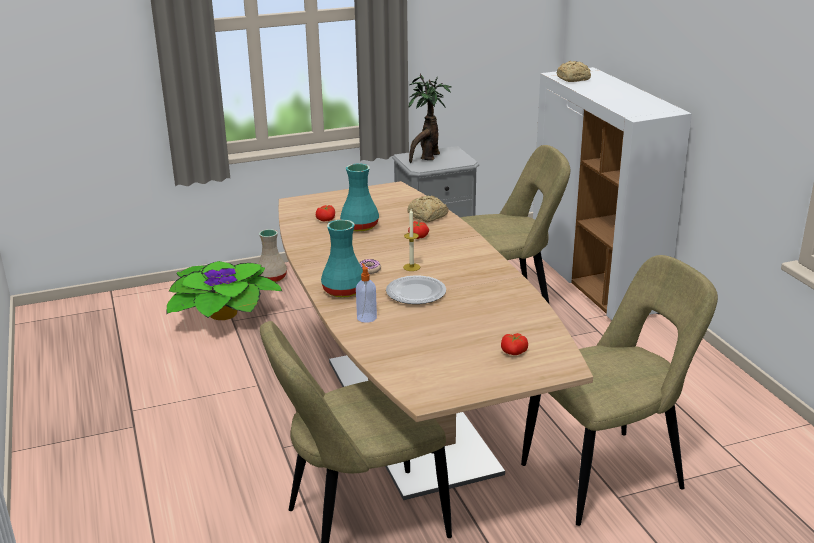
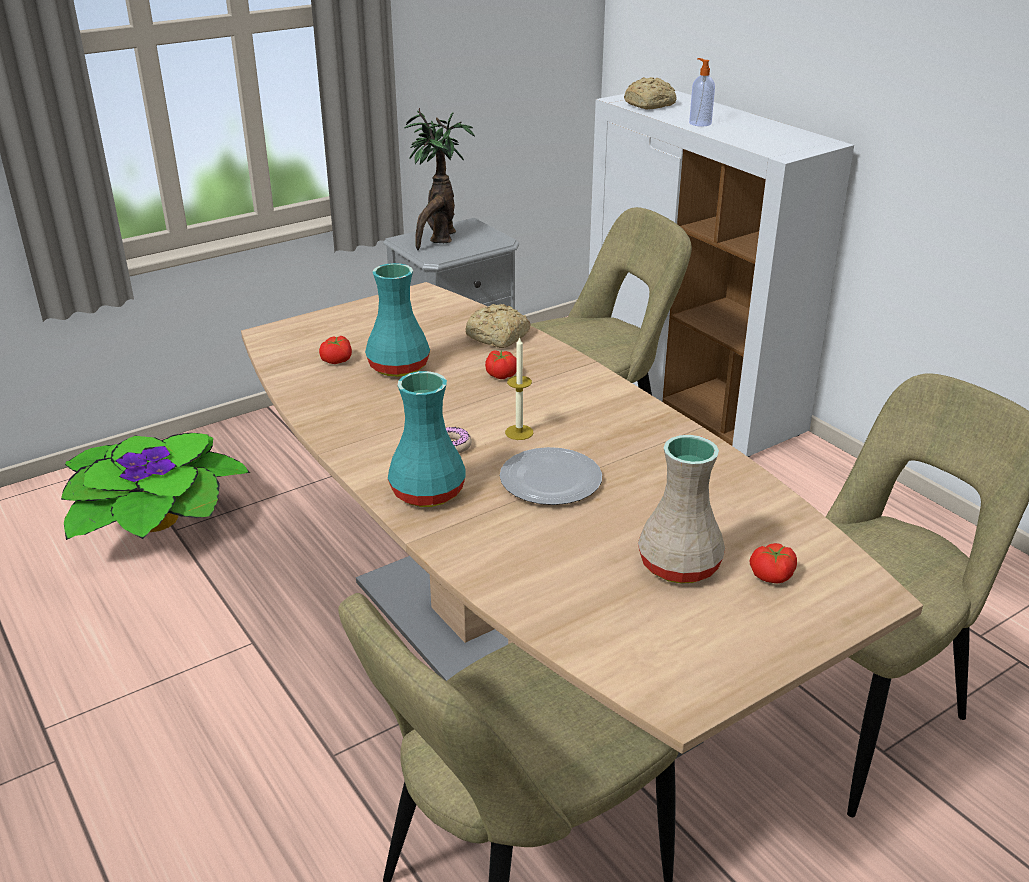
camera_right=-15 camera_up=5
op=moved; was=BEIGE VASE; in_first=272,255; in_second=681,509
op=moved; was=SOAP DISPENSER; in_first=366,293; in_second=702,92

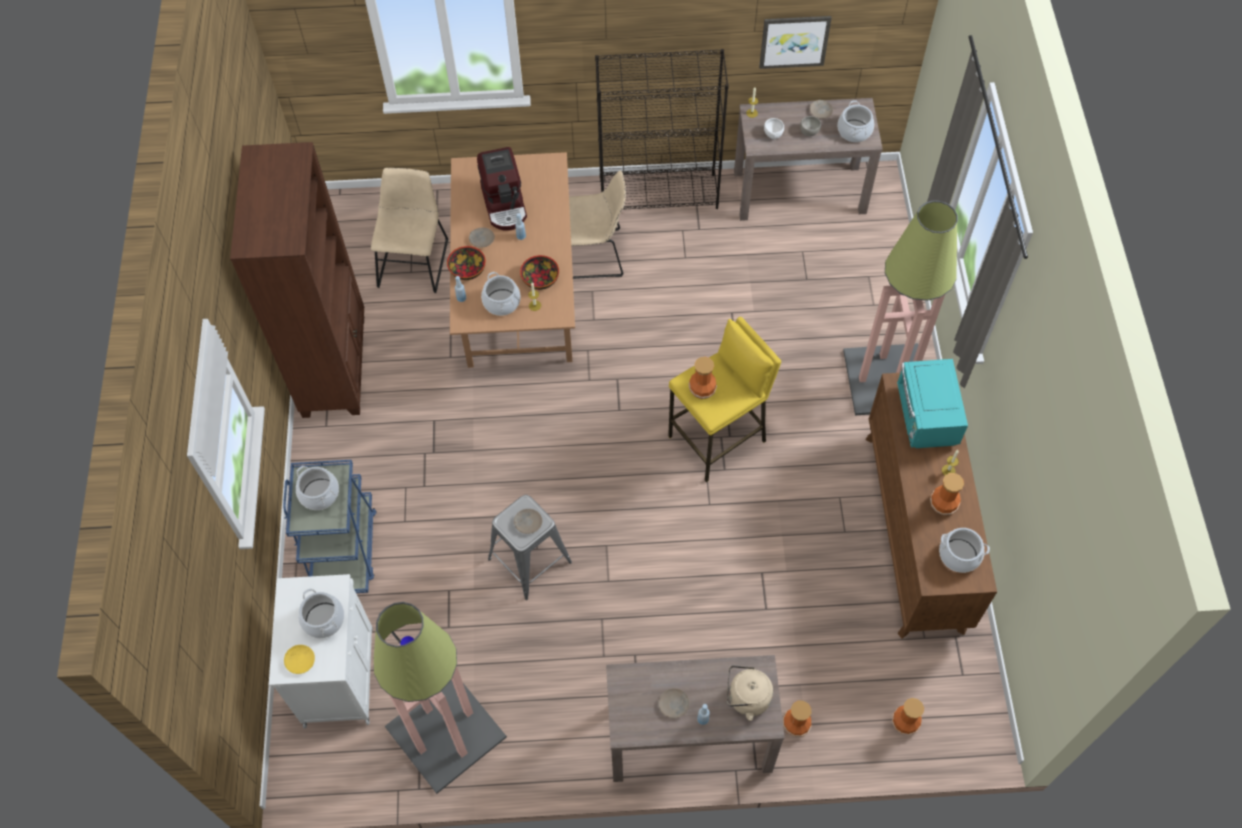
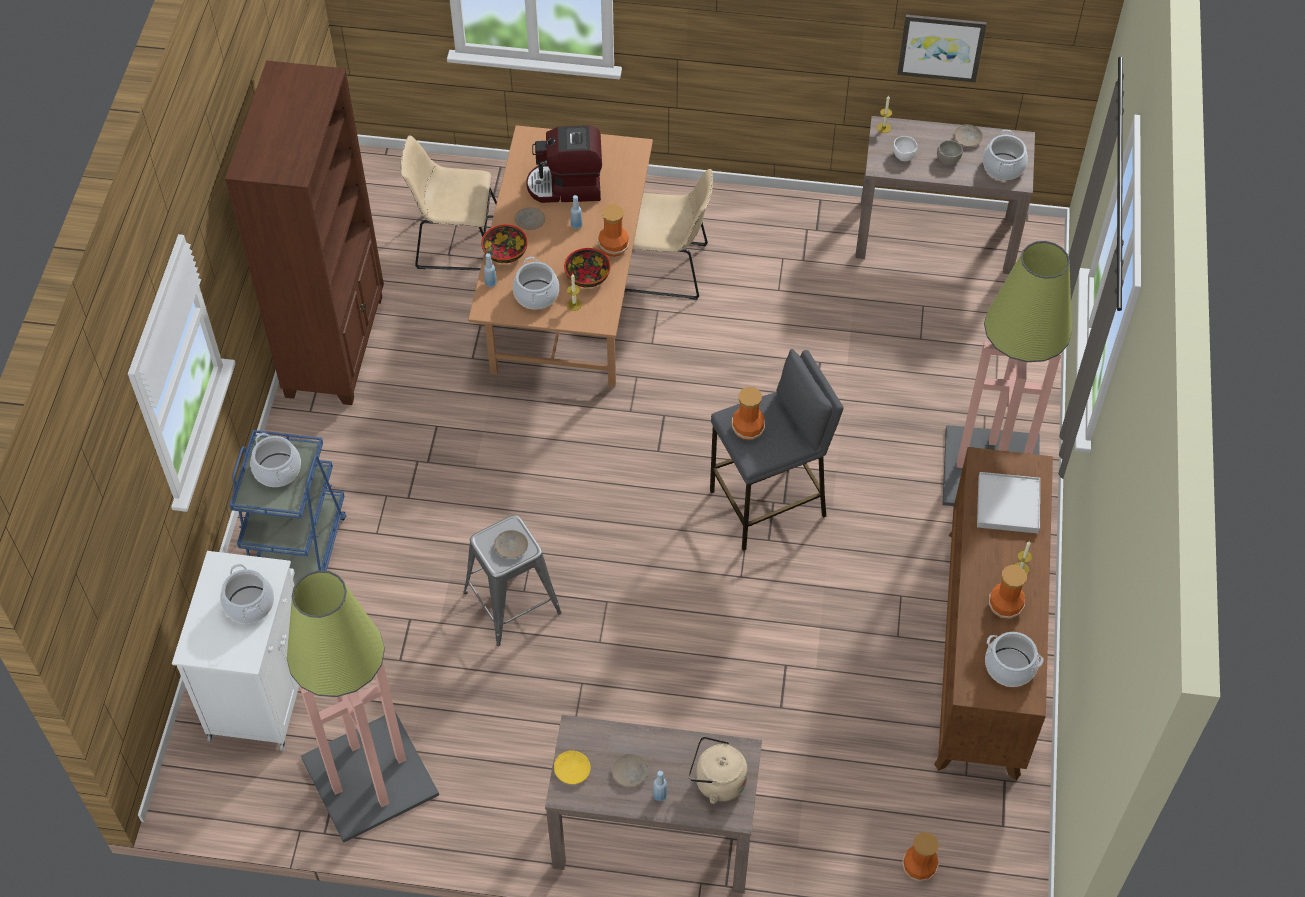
camera_right=10 camera_up=-5
op=turned; was=BEIGE CHAIR; in_first=409,230; in_second=449,203; clockwise=-105
op=turned; was=COFFEE MACHINE; in_first=502,189; in_second=564,164; clockwise=90
op=moved; was=YELLOW PLATE; in_first=299,659; in_second=572,767
op=moved; was=VASE; in_first=797,719; in_second=613,230
op=recoloured; was=YELLOW STOOL; now=GREY STOOL; in_first=724,399; in_second=777,450
op=replaced; was=TURQUOISE MICROWAVE; now=WHITE TRAY; in_first=932,403; in_second=1008,502
op=removed; was=BLACK BOOKCASE; in_first=662,129

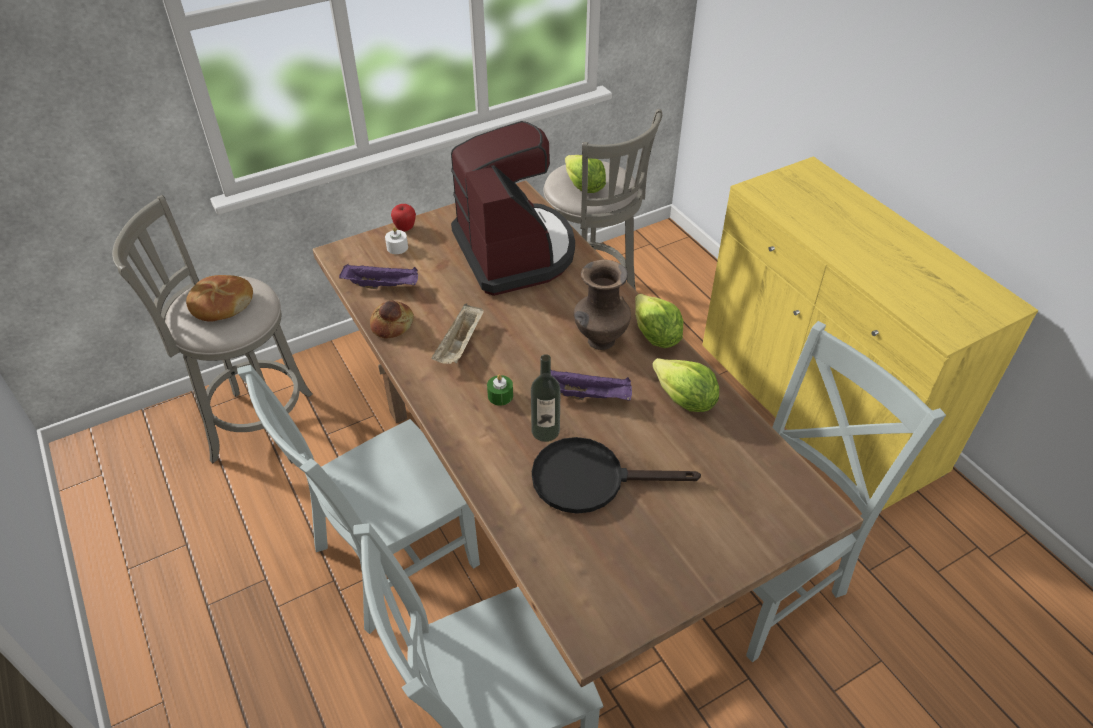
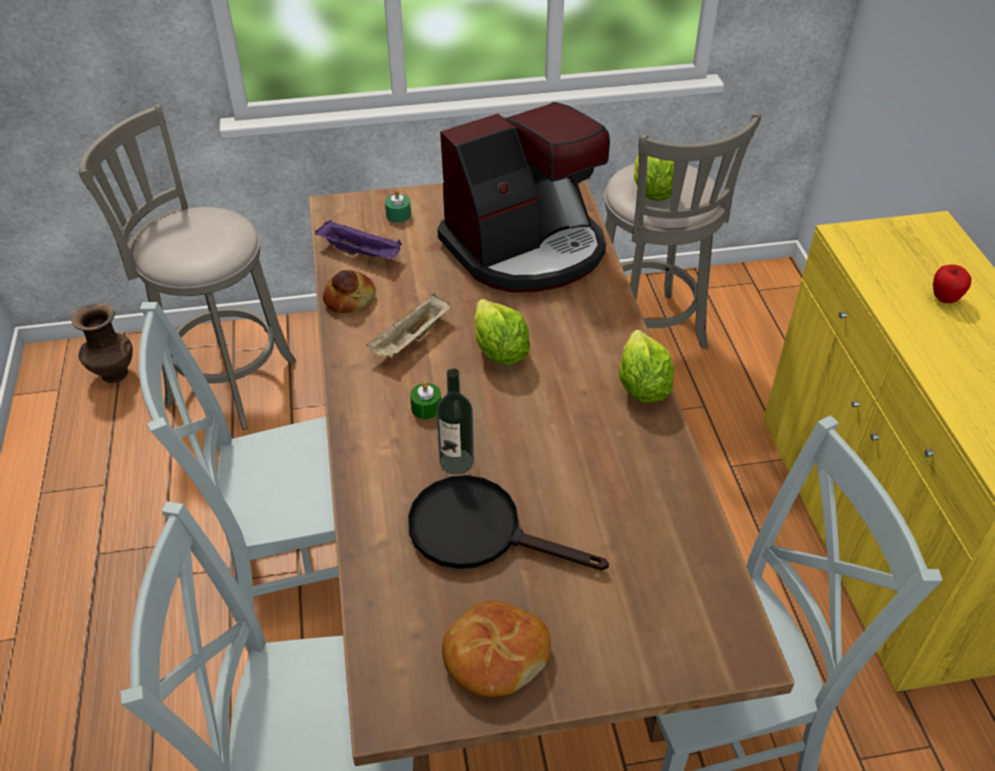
camera_right=20 camera_up=0
op=moved; was=BROWN VASE; in_first=602,304; in_second=102,343
op=recoloured; was=WHITE CANDLE; now=GREEN CANDLE; in_first=396,240; in_second=398,206
op=turned; was=COFFEE MACHINE; in_first=513,208; in_second=523,197; clockwise=60
op=moved; was=BREAD; in_first=219,298; in_second=496,649
op=moved; was=LETTUCE; in_first=685,385; in_second=502,332
op=moved; was=APPLE; in_first=403,218; in_second=952,283
op=removed; was=PURPLE TRAY; in_first=591,385

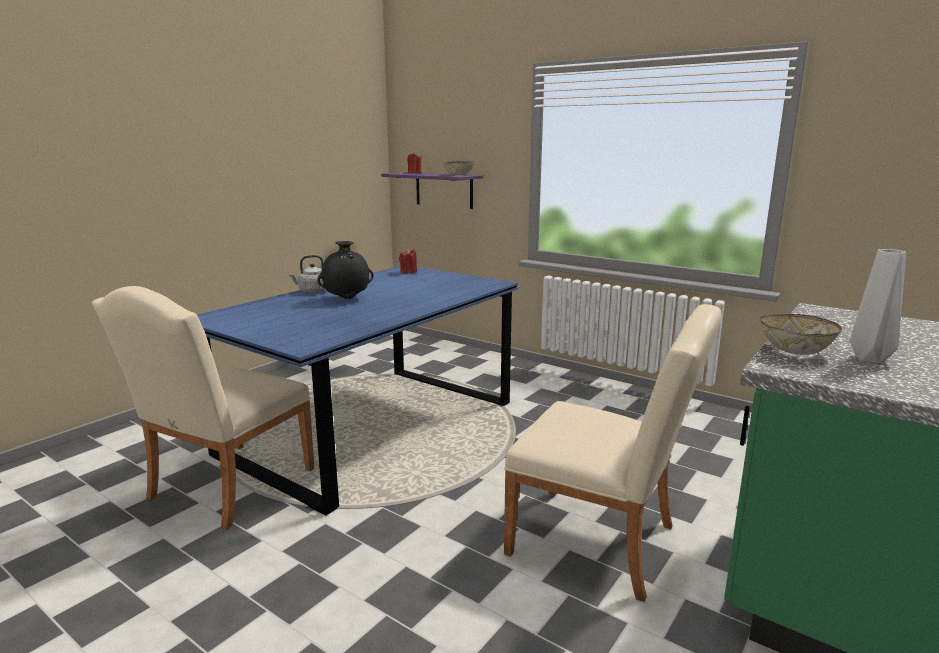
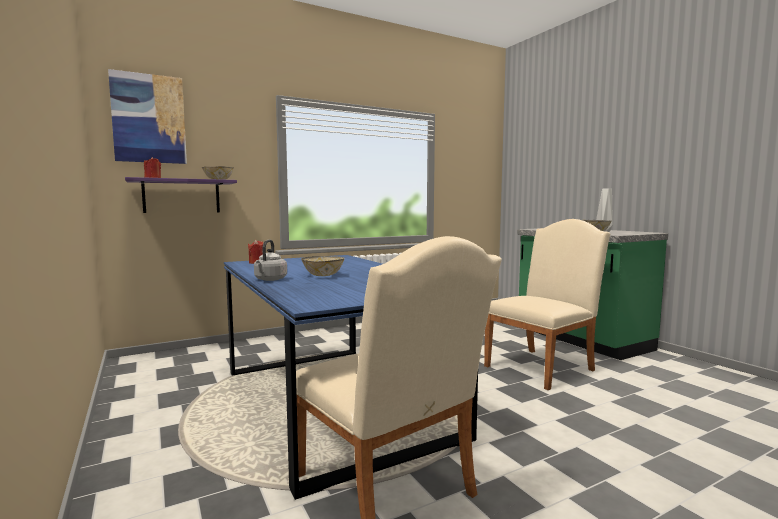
camera_right=-65 camera_up=-10
op=added; now=PICTURE; in_second=147,116
op=replaced; was=BLACK VASE; now=BOWL; in_first=345,270; in_second=322,266

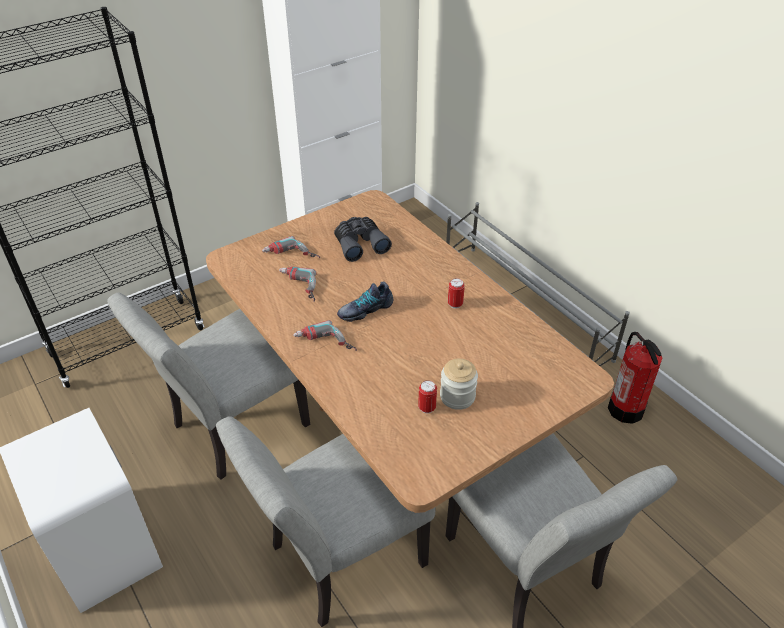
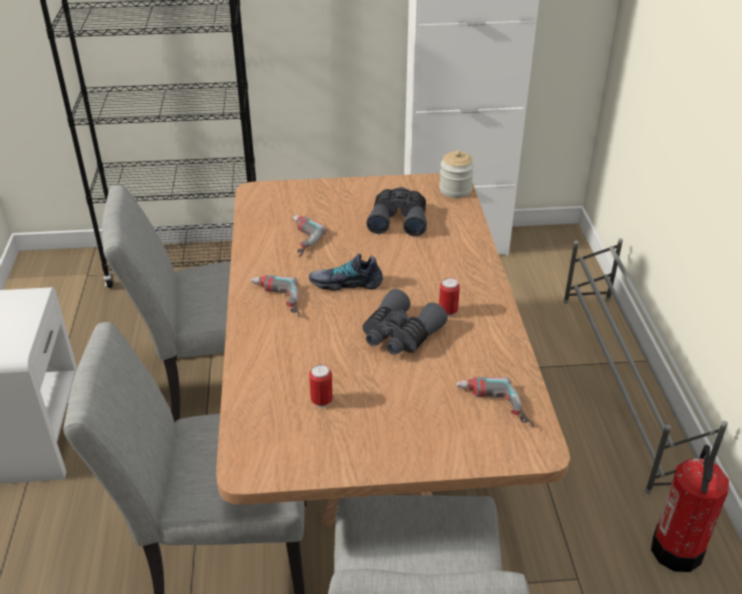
camera_right=30 camera_up=-5
op=added; now=GREY BINOCULARS; in_second=405,322
op=moved; was=JAR; in_first=459,384; in_second=456,174
op=moved; was=POWER DRILL; in_first=291,247; in_second=495,402

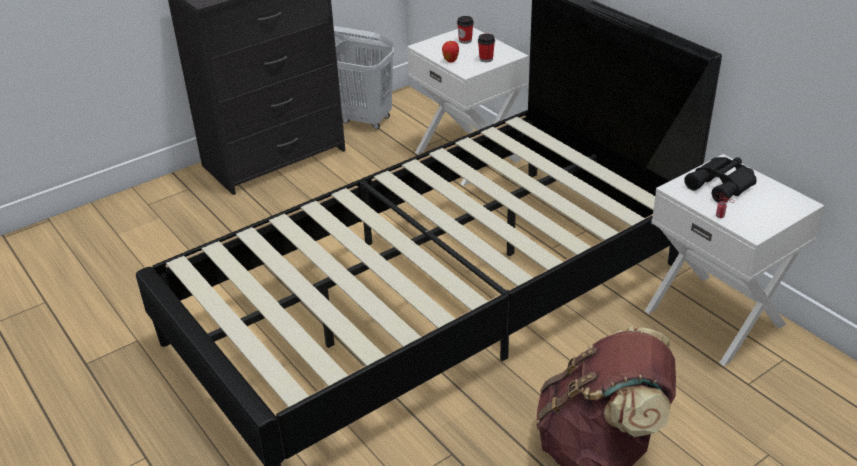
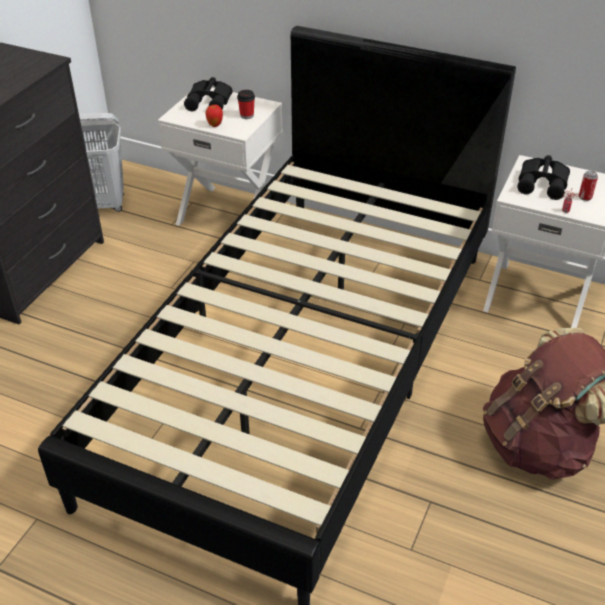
camera_right=-30 camera_up=5
op=replaced; was=CUP; now=BLACK BINOCULARS; in_first=465,30; in_second=208,94
op=added; now=CAN; in_second=588,186

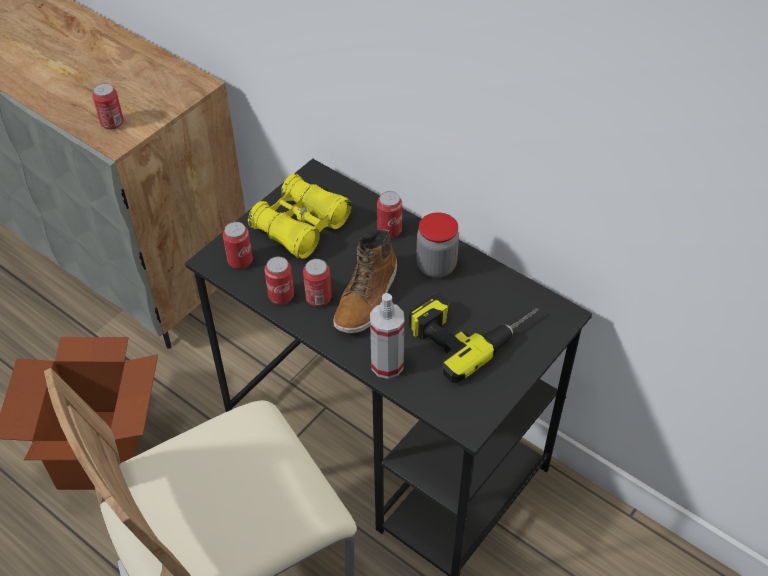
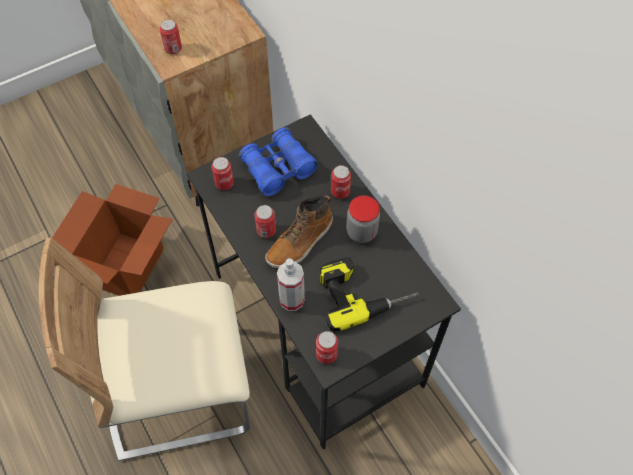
camera_right=20 camera_up=10
op=recoloured; was=YELLOW BINOCULARS; now=BLUE BINOCULARS; in_first=300,216; in_second=278,161
op=moved; was=CAN; in_first=279,280; in_second=327,347

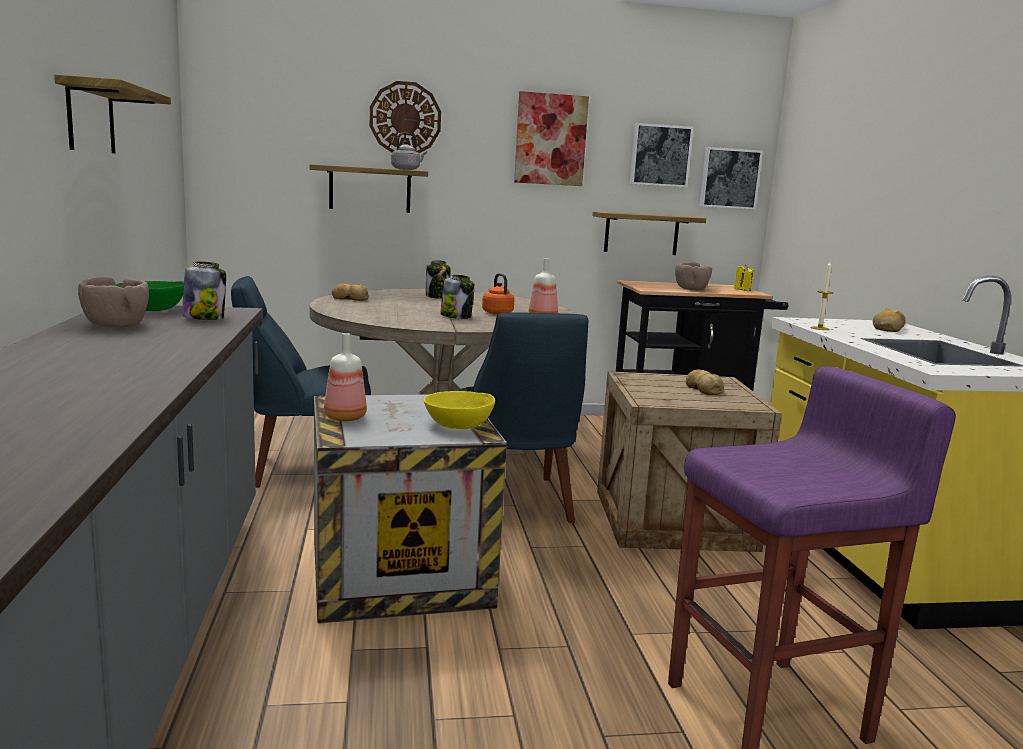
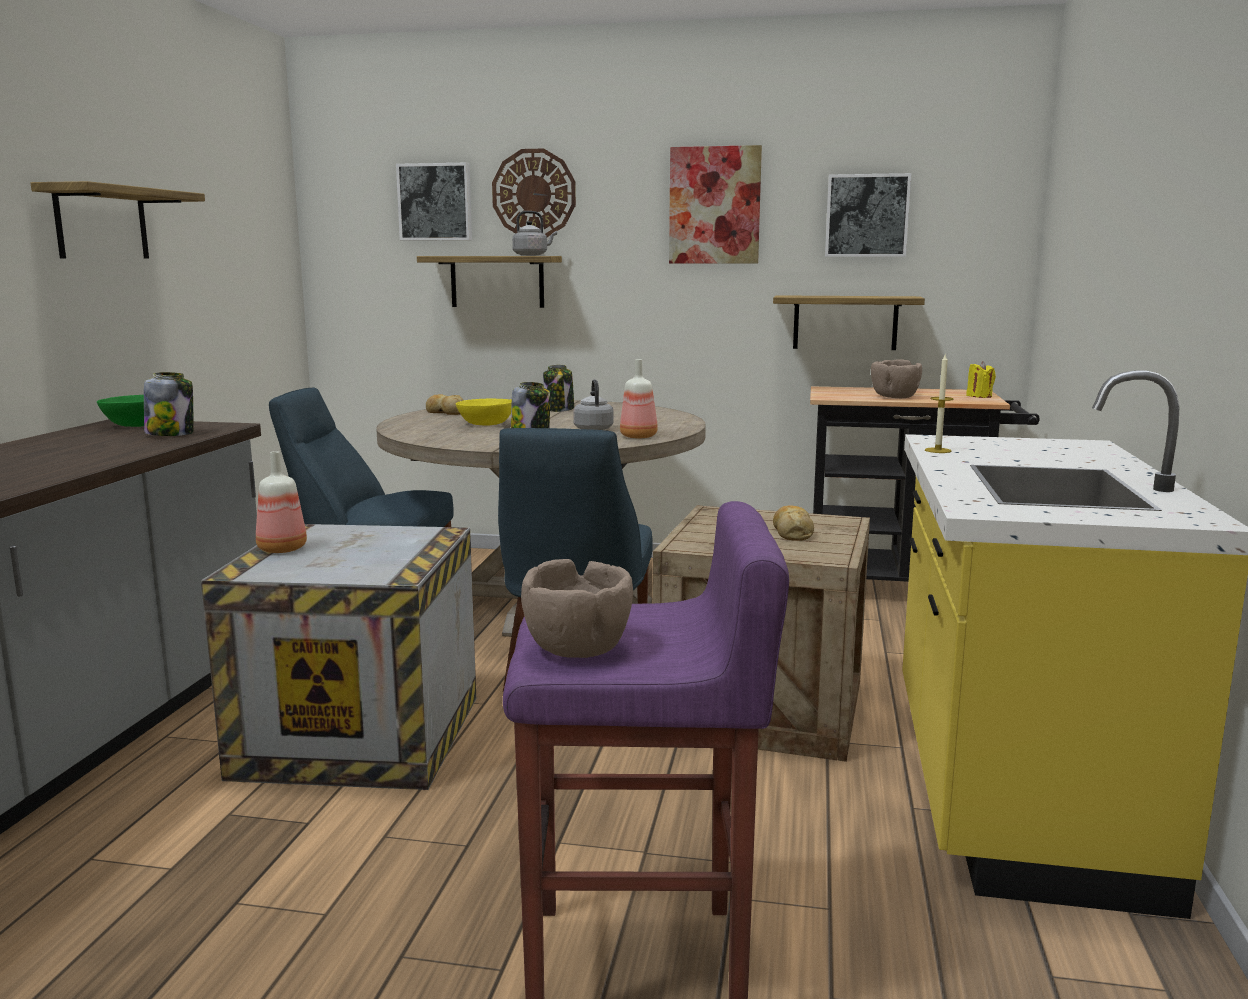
camera_right=20 camera_up=0
op=moved; was=PICTURE; in_first=731,178; in_second=434,201
op=moved; was=YELLOW BOWL; in_first=459,410; in_second=484,412
op=moved; was=BROWN BOWL; in_first=113,302; in_second=577,608
op=recoloured; was=ORANGE KETTLE; now=GREY KETTLE; in_first=498,294; in_second=593,404
op=removed; was=BREAD; in_first=889,320

